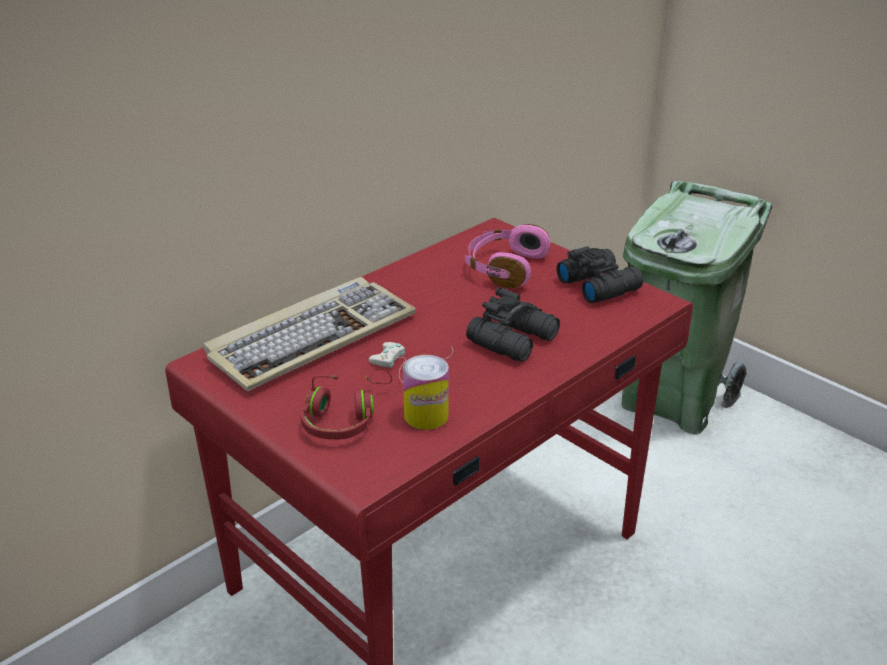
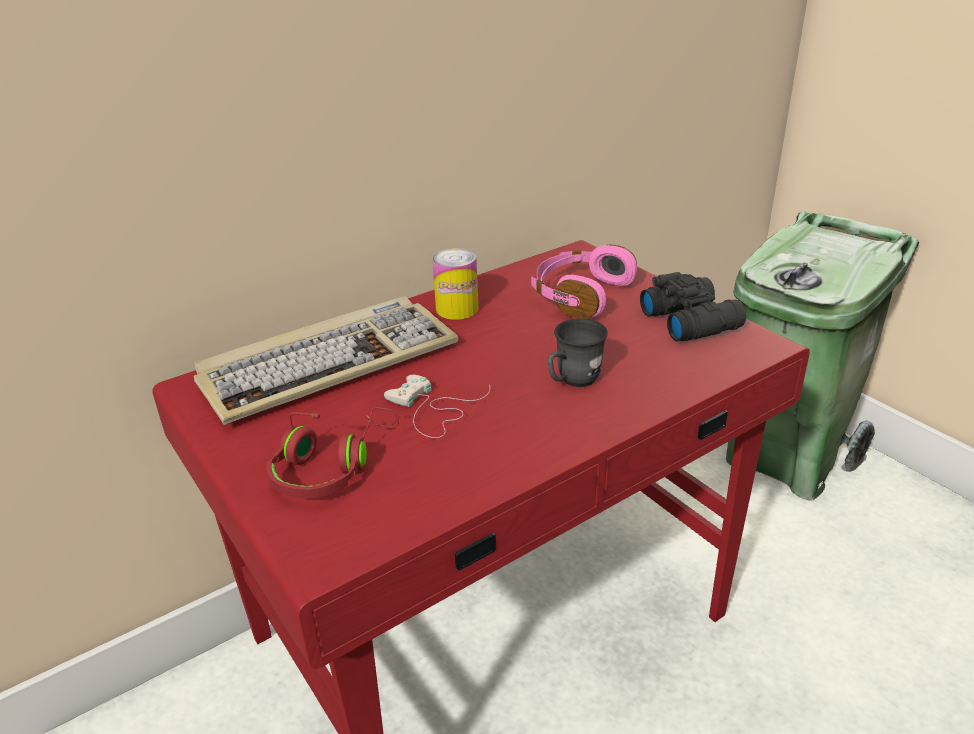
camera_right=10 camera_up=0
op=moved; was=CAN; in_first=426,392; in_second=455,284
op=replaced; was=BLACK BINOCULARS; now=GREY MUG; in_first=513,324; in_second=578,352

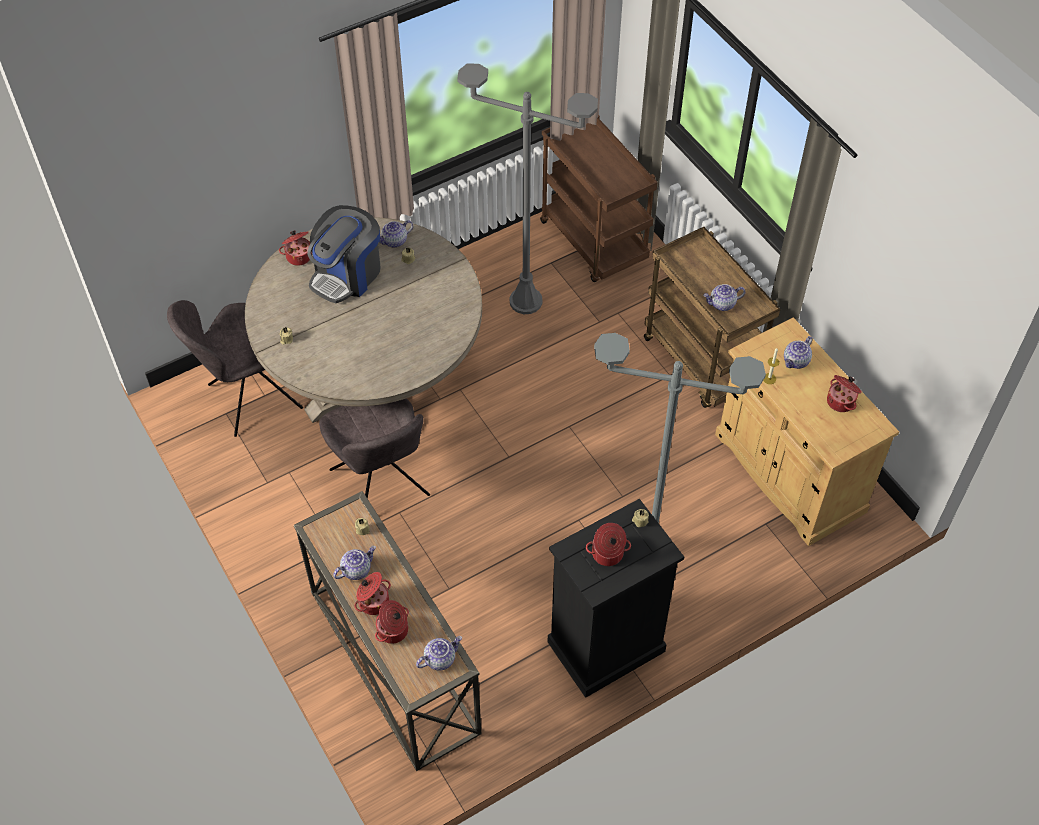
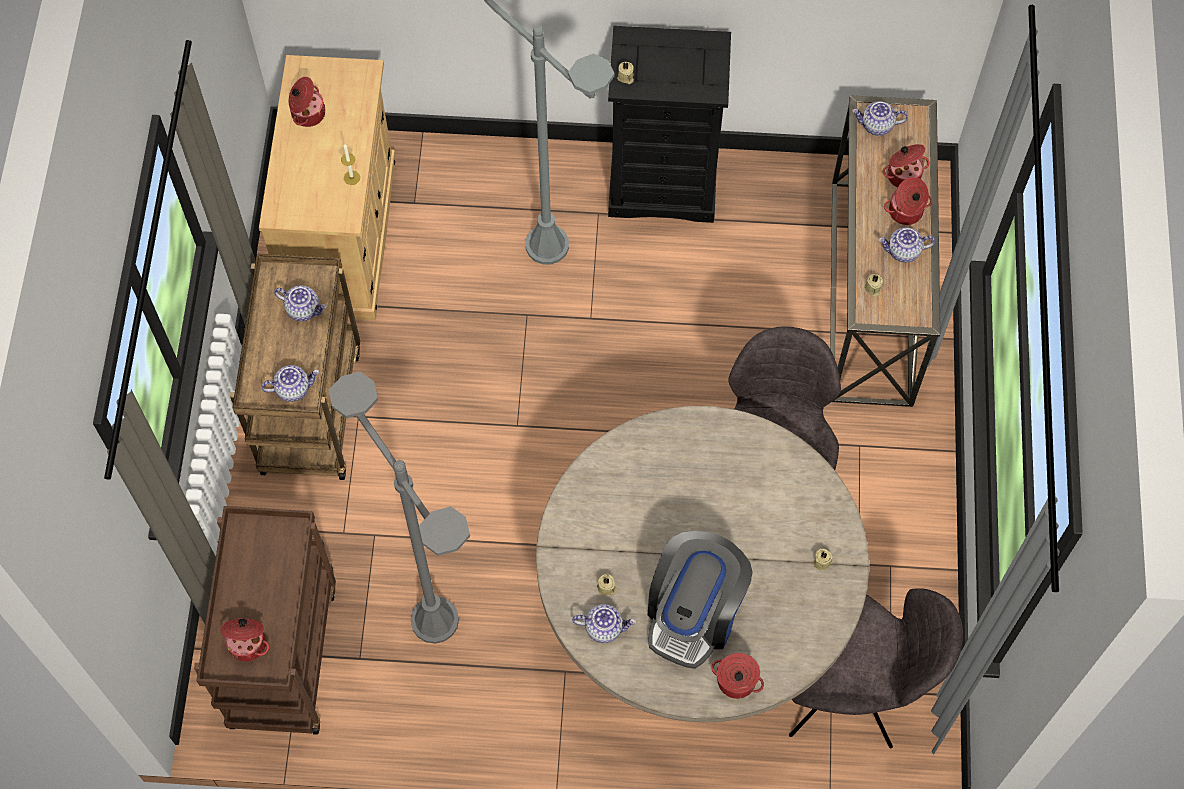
camera_right=-145 camera_up=10
op=moved; was=COOKING POT; in_first=608,544; in_second=245,640
op=moved; was=TEAPOT; in_first=798,352; in_second=290,383
op=turned; was=COFFEE MACHINE; in_first=344,254; in_second=700,600; clockwise=135

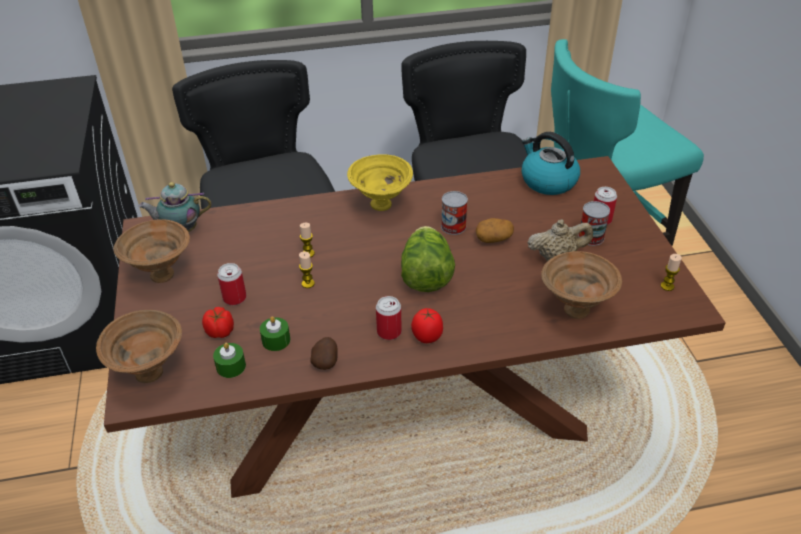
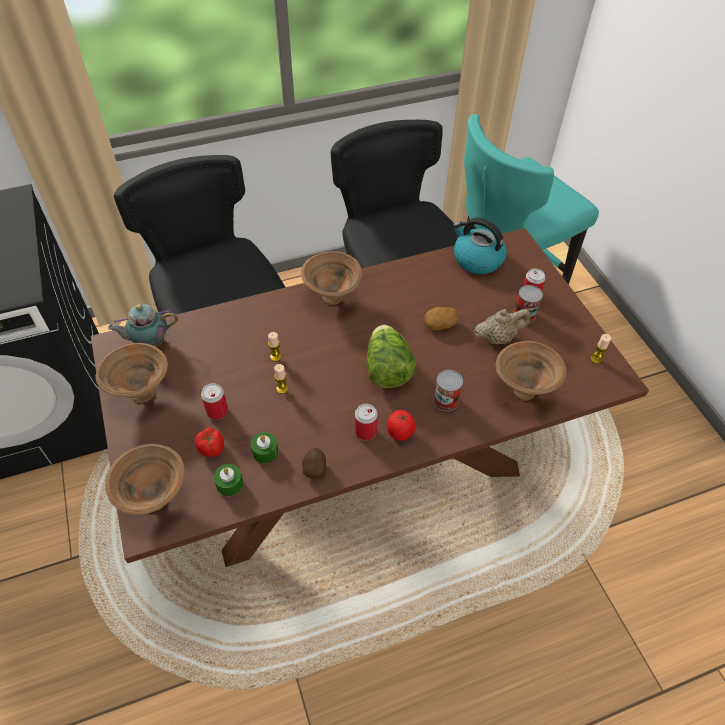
camera_right=-10 camera_up=10
op=recoloured; was=YELLOW BOWL; now=BROWN BOWL; in_first=380,182; in_second=331,278
op=moved; was=CAN; in_first=454,213; in_second=448,390

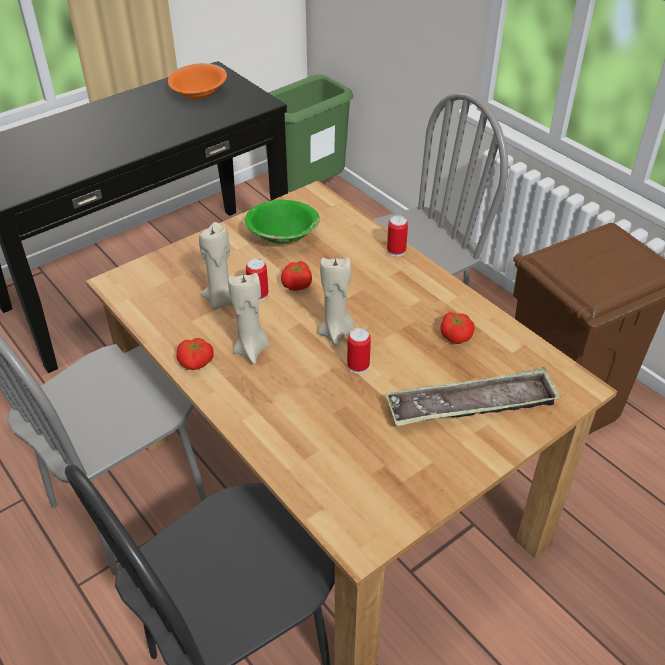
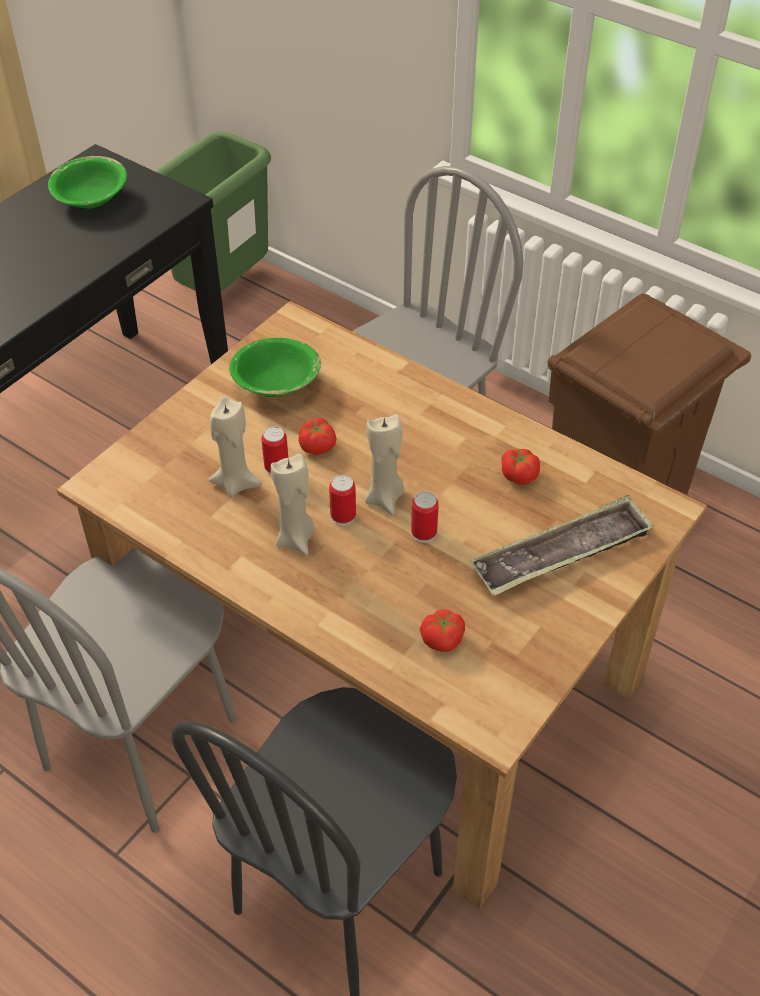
camera_right=-15 camera_up=5
op=recoloured; was=ORANGE BOWL; now=GREEN BOWL; in_first=197,81; in_second=87,182
op=moved; was=CAN; in_first=397,236; in_second=342,500
op=moved; was=TOMATO; in_first=195,354; in_second=442,631

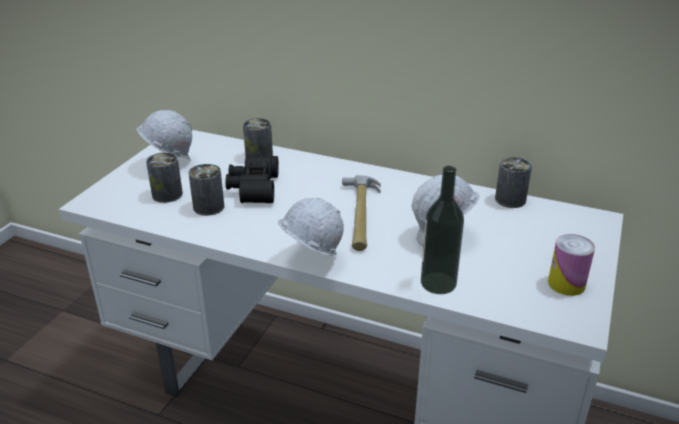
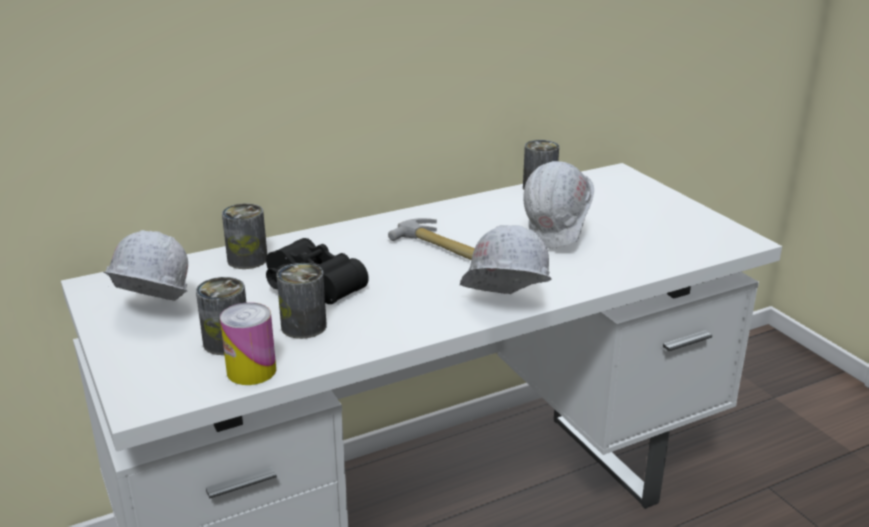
camera_right=-50 camera_up=-5
op=moved; was=CAN; in_first=571,265; in_second=248,343
op=removed; was=BOTTLE; in_first=442,230

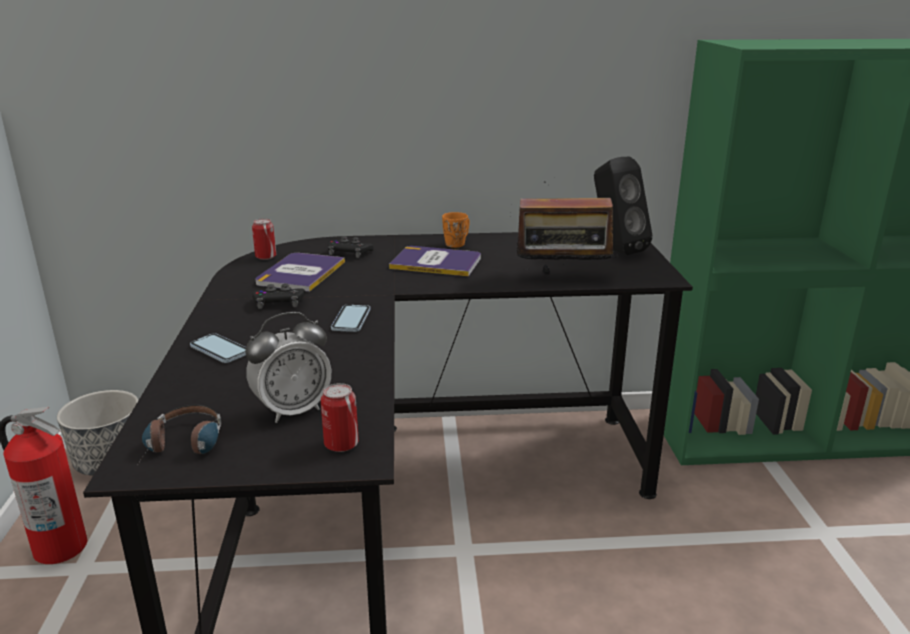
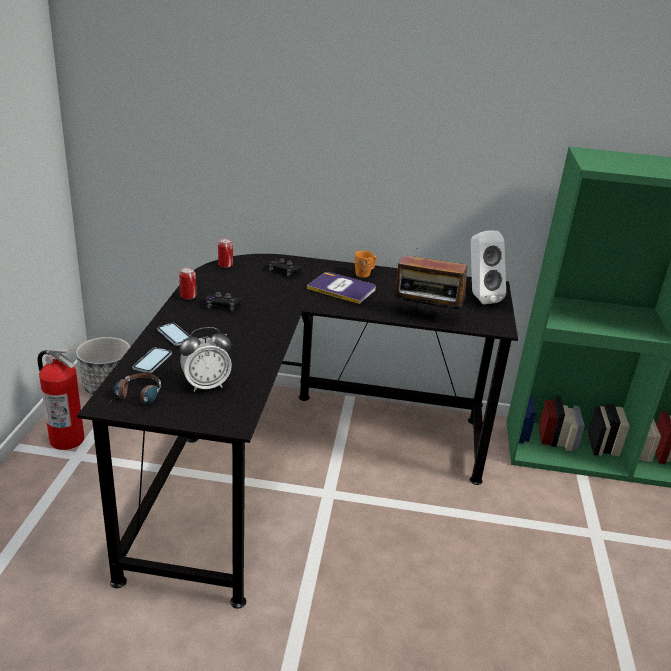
camera_right=10 camera_up=5
op=moved; was=PHONE; in_first=351,318; in_second=152,360
op=moved; was=CAN; in_first=340,417; in_second=187,283
op=recoloured; was=BLACK SPEAKER; now=WHITE SPEAKER; in_first=623,206; in_second=488,268
op=removed; was=BOOK; in_first=300,272

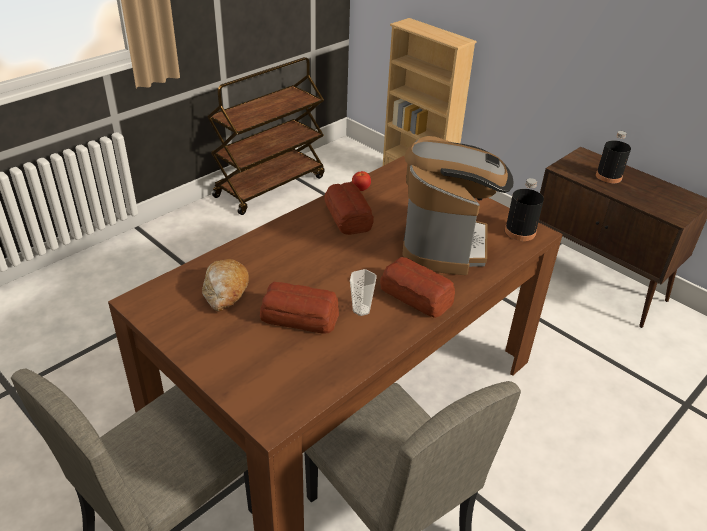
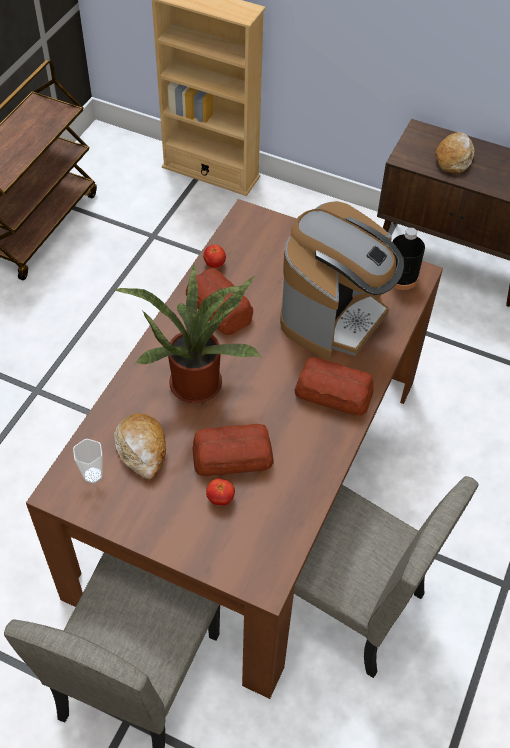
camera_right=-20 camera_up=15
op=moved; was=CUP; in_first=363,292; in_second=88,461
op=added; now=POTTED PLANT; in_second=187,333
op=added; now=TOMATO; in_second=220,492
op=turned; was=COFFEE MACHINE; in_first=458,205; in_second=342,280; clockwise=45
op=replaced; was=BLACK BOTTLE; now=BREAD; in_first=613,157; in_second=454,153

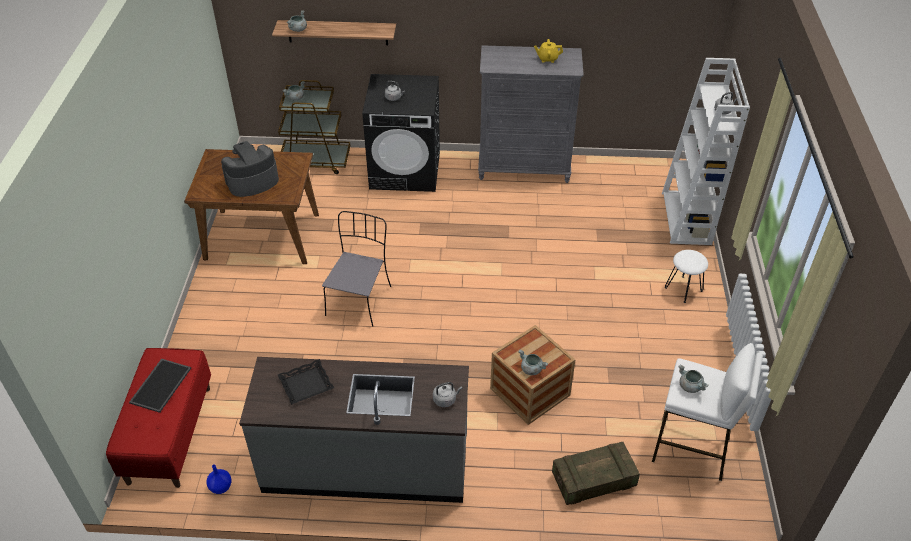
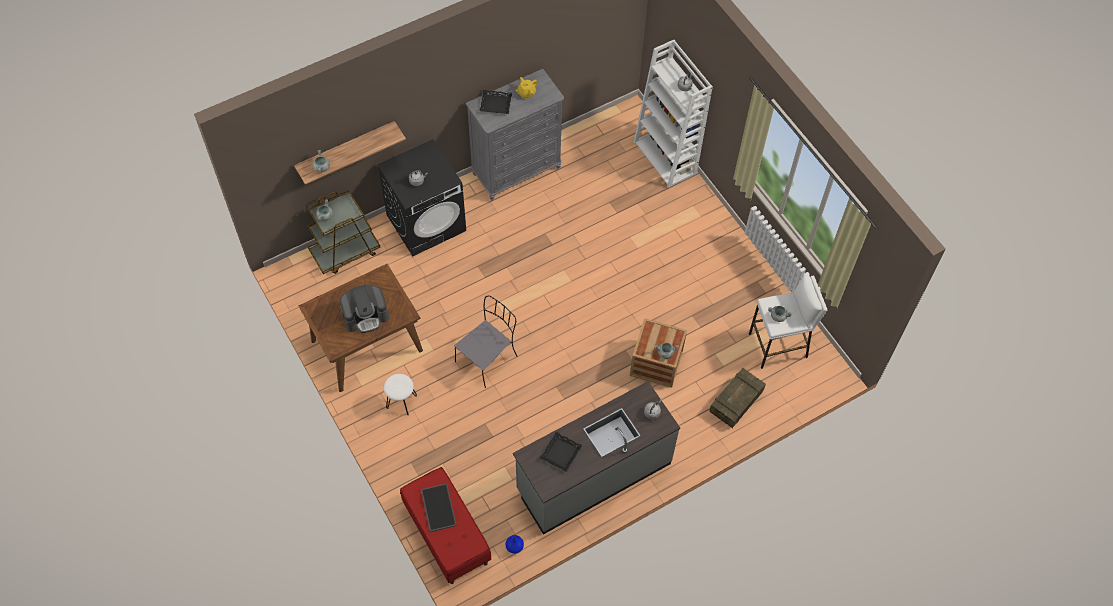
camera_right=-35 camera_up=15
op=turned; was=COFFEE MACHINE; in_first=250,169; in_second=364,309; clockwise=-135
op=moved; was=WHITE STOOL; in_first=686,276; in_second=400,394
op=turned; was=GREY CHAIR; in_first=356,269; in_second=486,341; clockwise=60
op=added; now=BLACK TRAY; in_second=496,102

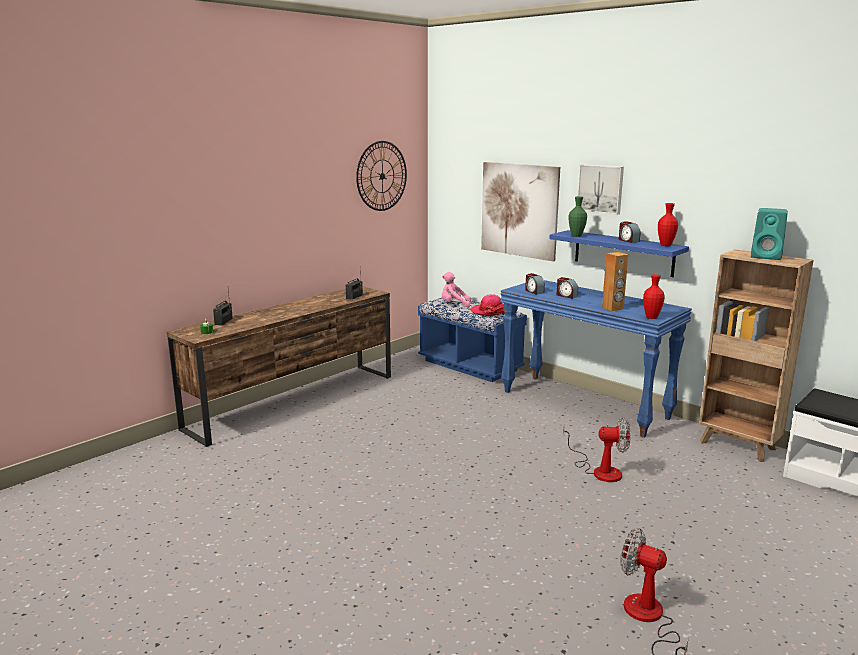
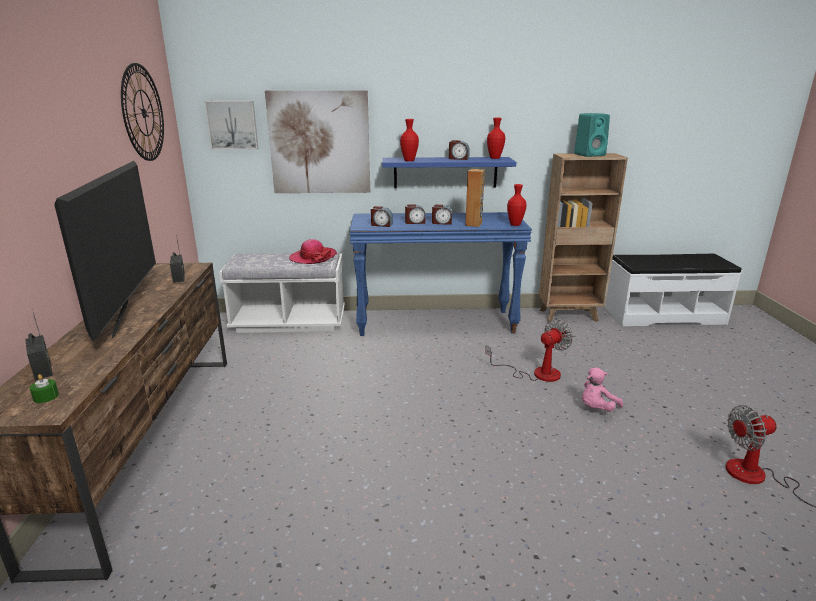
camera_right=-45 camera_up=5
op=added; now=TELEVISION; in_second=105,251
op=moved; was=PICTURE; in_first=601,189; in_second=231,125
op=recoloured; was=BLUE BENCH; now=WHITE BENCH; in_first=472,340; in_second=282,292
op=recoloured; was=GREEN VASE; now=RED VASE; in_first=577,216; in_second=409,140
op=added; now=ALARM CLOCK; in_second=442,215
op=moved; was=PINK PLUSH TOY; in_first=456,289; in_second=602,390

